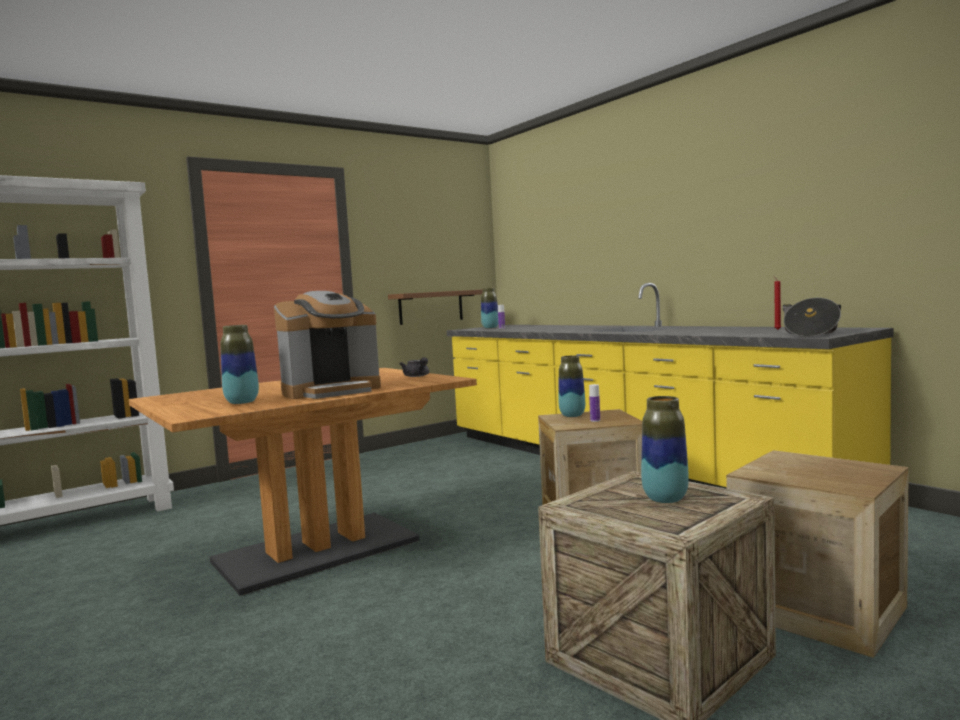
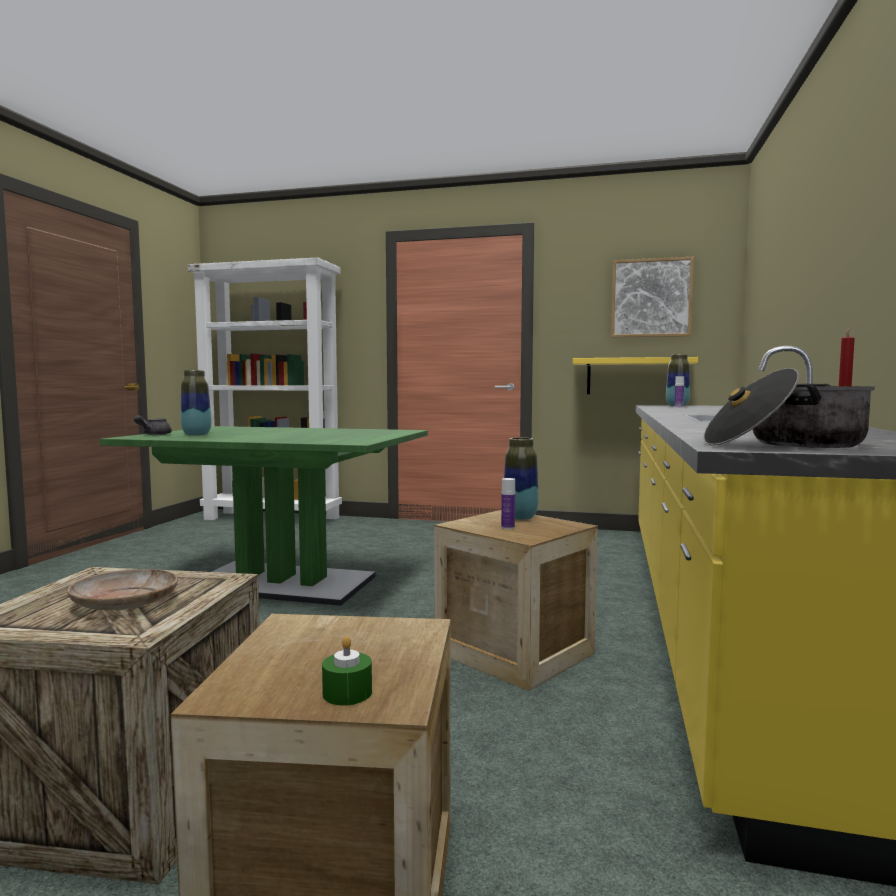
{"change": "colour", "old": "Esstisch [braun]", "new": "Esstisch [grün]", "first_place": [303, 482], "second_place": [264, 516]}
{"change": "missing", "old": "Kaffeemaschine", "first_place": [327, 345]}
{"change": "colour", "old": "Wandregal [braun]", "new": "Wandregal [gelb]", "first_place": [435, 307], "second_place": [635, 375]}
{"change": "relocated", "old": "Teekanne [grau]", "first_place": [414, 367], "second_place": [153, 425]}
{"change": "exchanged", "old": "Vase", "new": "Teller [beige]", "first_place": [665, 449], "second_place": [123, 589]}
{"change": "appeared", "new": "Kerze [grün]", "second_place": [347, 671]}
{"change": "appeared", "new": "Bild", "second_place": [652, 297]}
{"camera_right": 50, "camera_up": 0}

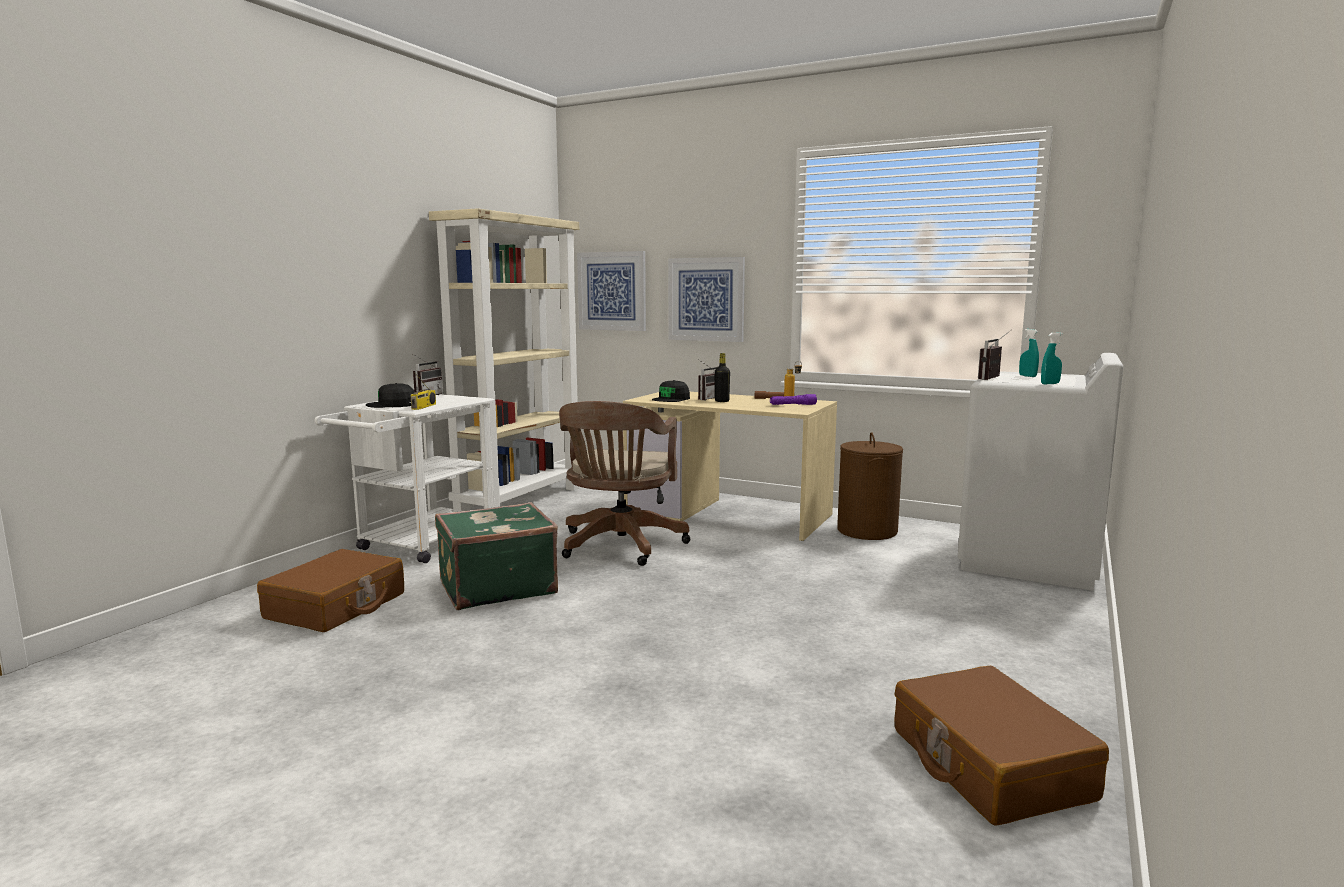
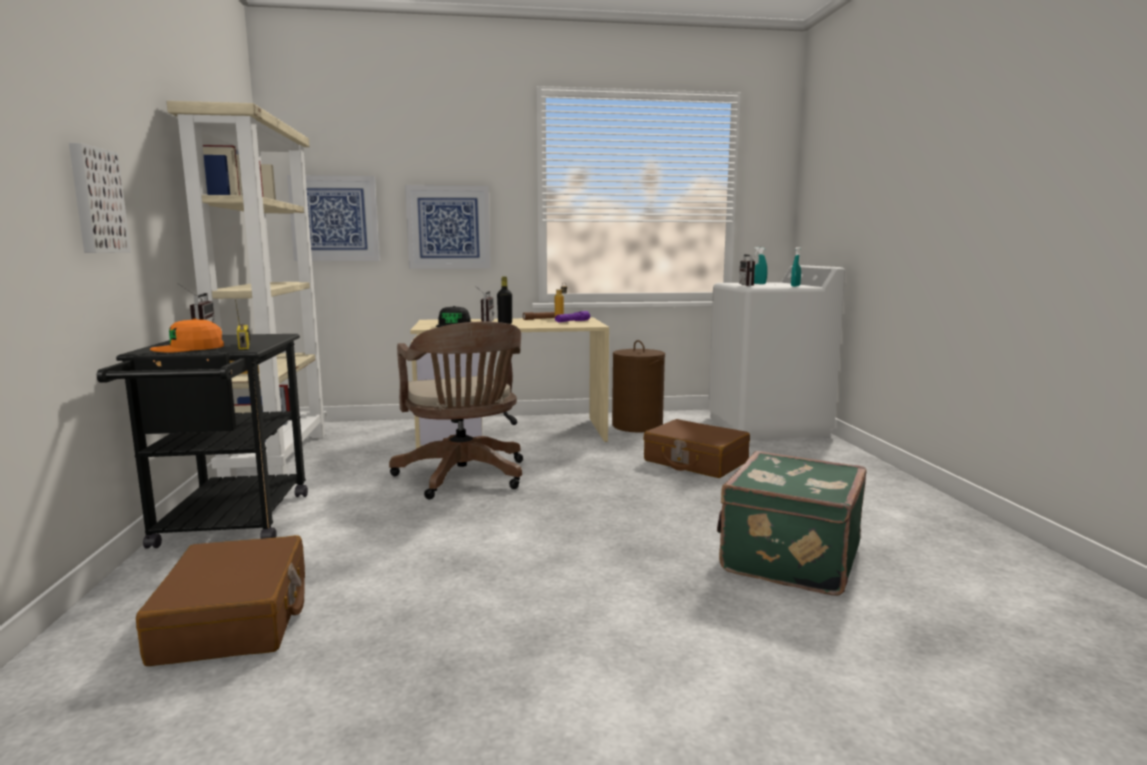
{"change": "colour", "old": "Rollwagen [weiß]", "new": "Rollwagen [schwarz]", "first_place": [405, 478], "second_place": [202, 441]}
{"change": "colour", "old": "Kappe [schwarz]", "new": "Kappe [orange]", "first_place": [390, 395], "second_place": [187, 336]}
{"change": "relocated", "old": "Koffer [grün]", "first_place": [496, 556], "second_place": [792, 523]}
{"change": "relocated", "old": "Koffer [braun]", "first_place": [1001, 745], "second_place": [696, 448]}
{"change": "appeared", "new": "Bild", "second_place": [100, 198]}
{"camera_right": -35, "camera_up": 0}

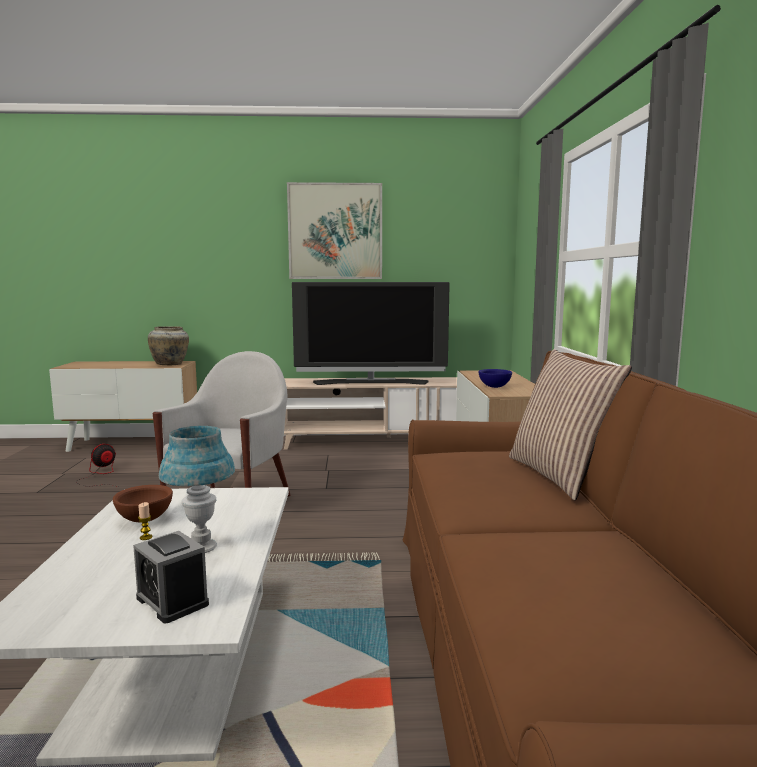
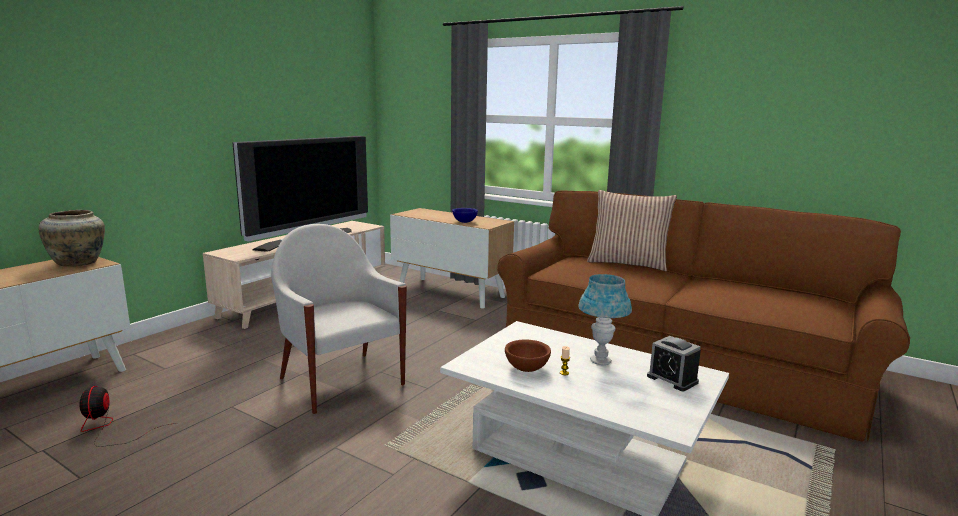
{"change": "spun", "old": "Wecker", "first_place": [171, 577], "second_place": [674, 363], "degrees": 60}
{"change": "missing", "old": "Bild", "first_place": [334, 230]}
{"camera_right": -55, "camera_up": 5}

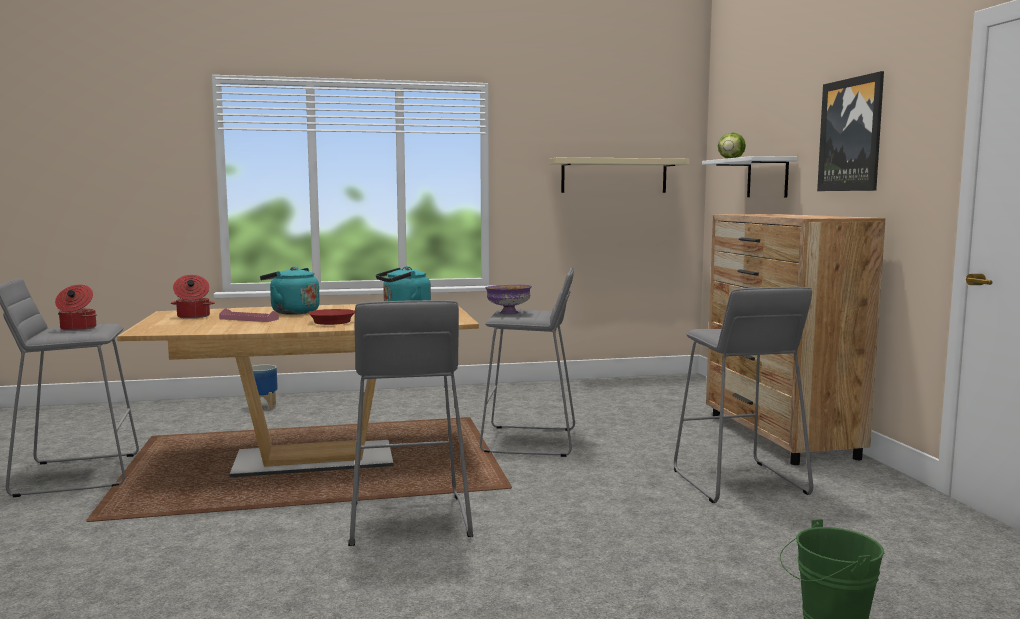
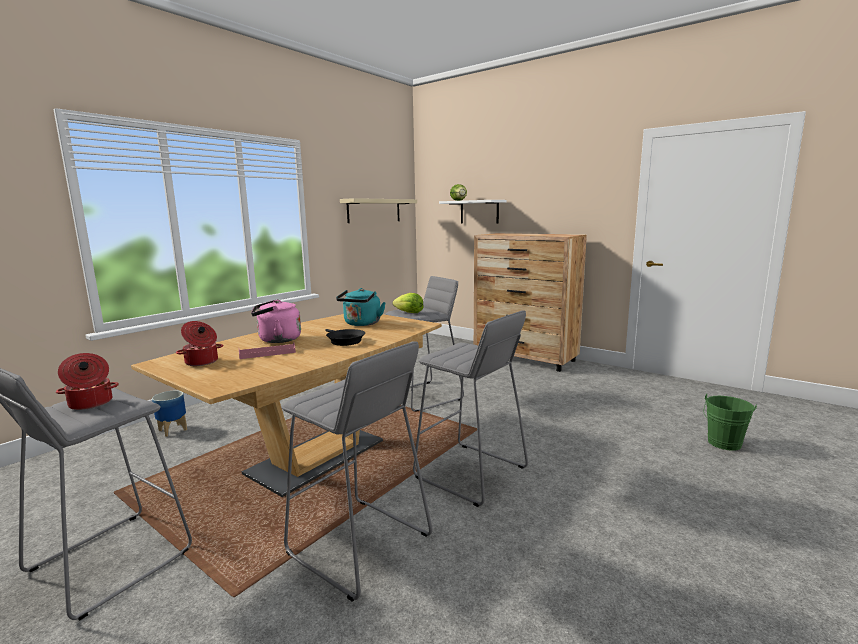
{"change": "colour", "old": "Wasserkessel [türkis]", "new": "Wasserkessel [rosa]", "first_place": [290, 291], "second_place": [276, 321]}
{"change": "colour", "old": "Pfanne [rot]", "new": "Pfanne [schwarz]", "first_place": [331, 317], "second_place": [345, 337]}
{"change": "exchanged", "old": "Schüssel [lila]", "new": "Salatkopf", "first_place": [508, 299], "second_place": [408, 303]}
{"change": "relocated", "old": "Hocker [grau]", "first_place": [743, 395], "second_place": [356, 471]}
{"change": "missing", "old": "Bild", "first_place": [850, 131]}
{"camera_right": -40, "camera_up": 5}

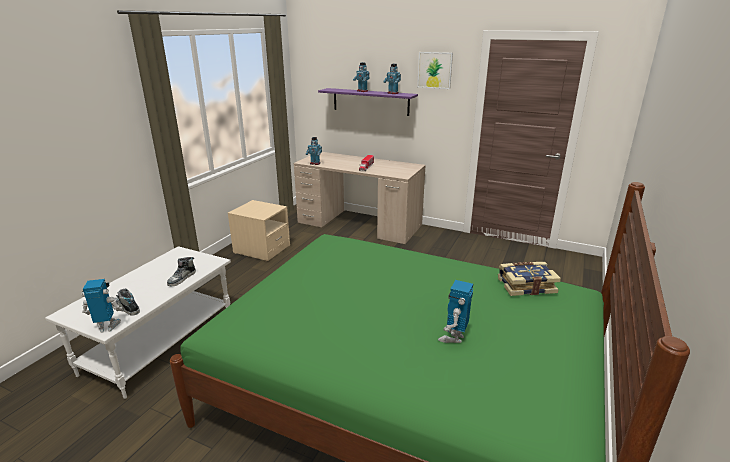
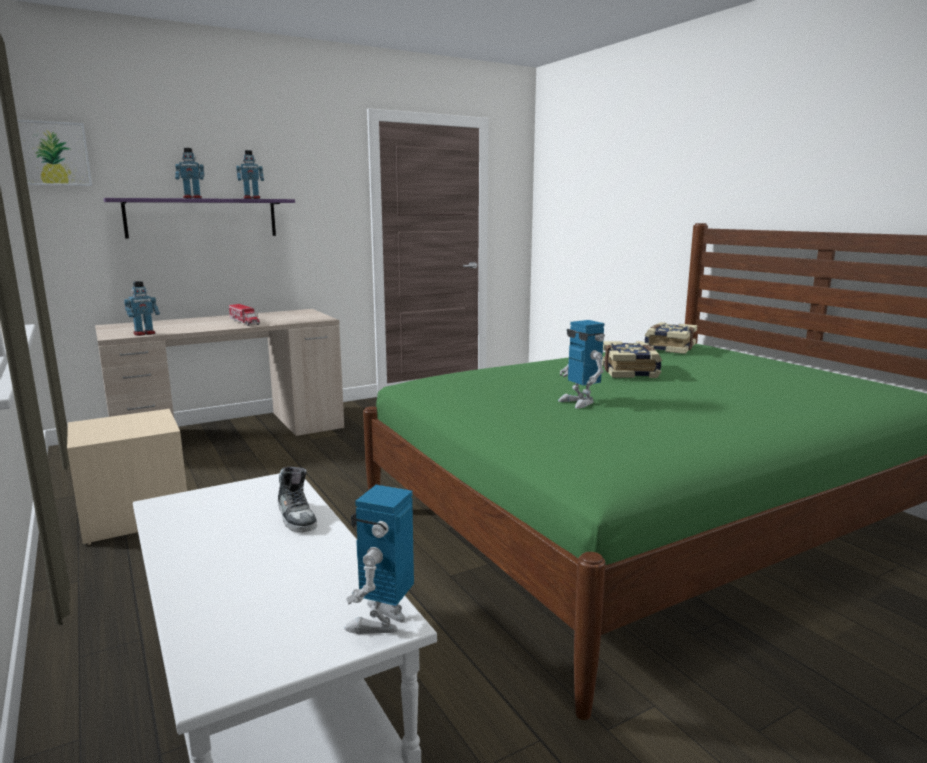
{"change": "missing", "old": "Schuh", "first_place": [125, 302]}
{"change": "relocated", "old": "Bild", "first_place": [435, 70], "second_place": [54, 153]}
{"change": "relocated", "old": "Spielzeugroboter", "first_place": [455, 311], "second_place": [581, 364]}
{"change": "appeared", "new": "Buch", "second_place": [632, 359]}
{"camera_right": -55, "camera_up": -10}

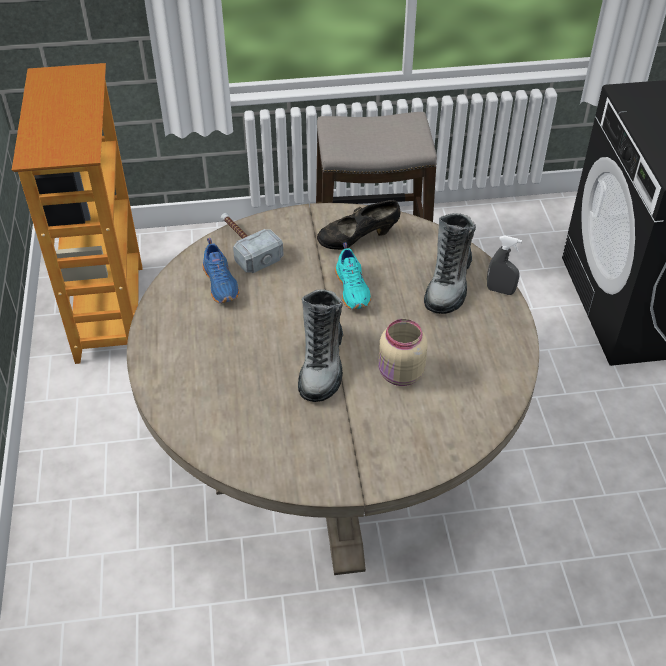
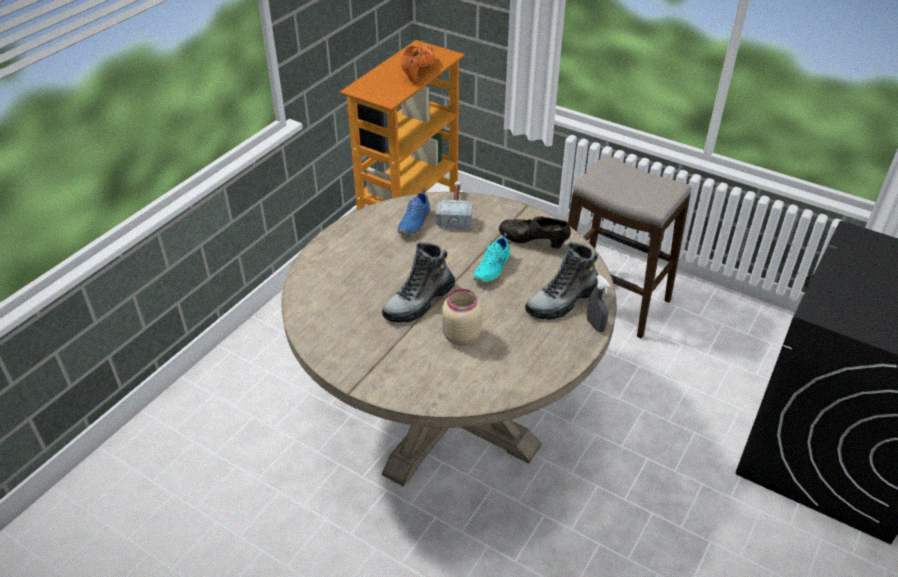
{"change": "appeared", "new": "Schuh [orange]", "second_place": [418, 63]}
{"camera_right": 40, "camera_up": -5}

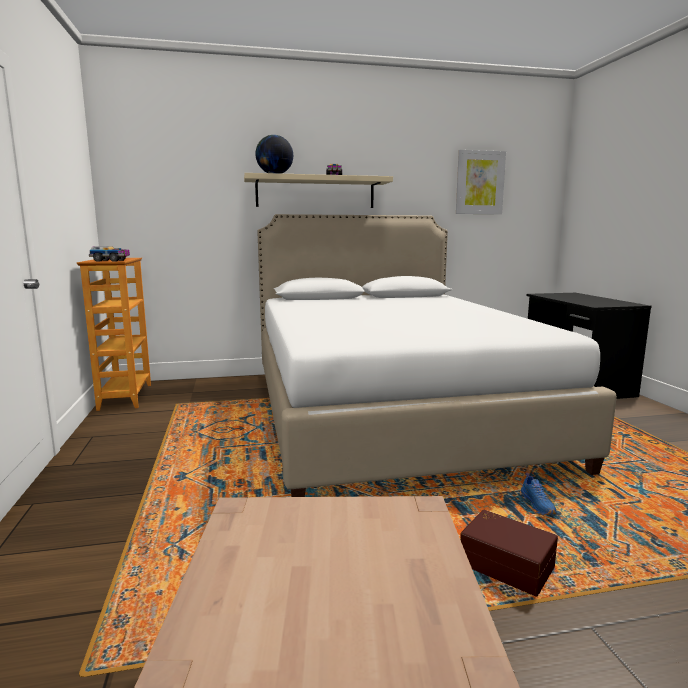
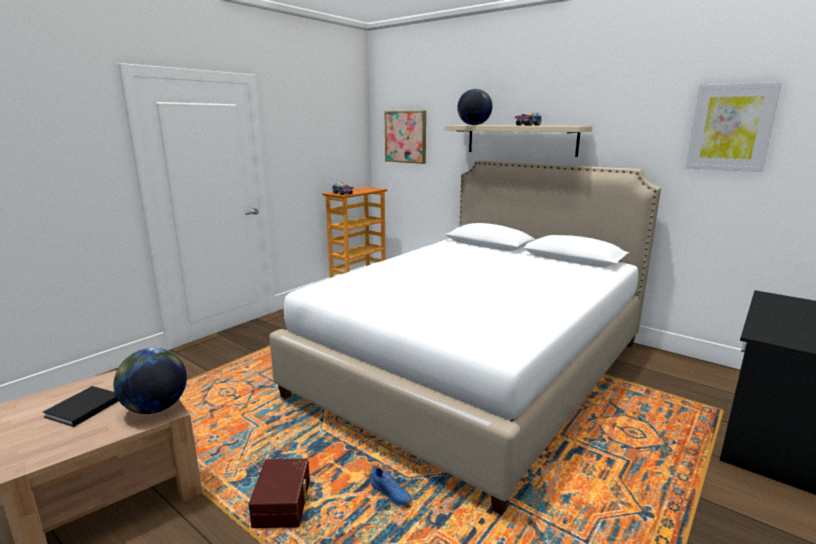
{"change": "spun", "old": "Schuh [blau]", "first_place": [538, 494], "second_place": [391, 486], "degrees": -90}
{"change": "appeared", "new": "Buch [schwarz]", "second_place": [80, 406]}
{"change": "appeared", "new": "Globus", "second_place": [150, 381]}
{"change": "appeared", "new": "Bild", "second_place": [405, 137]}
{"camera_right": 50, "camera_up": 5}

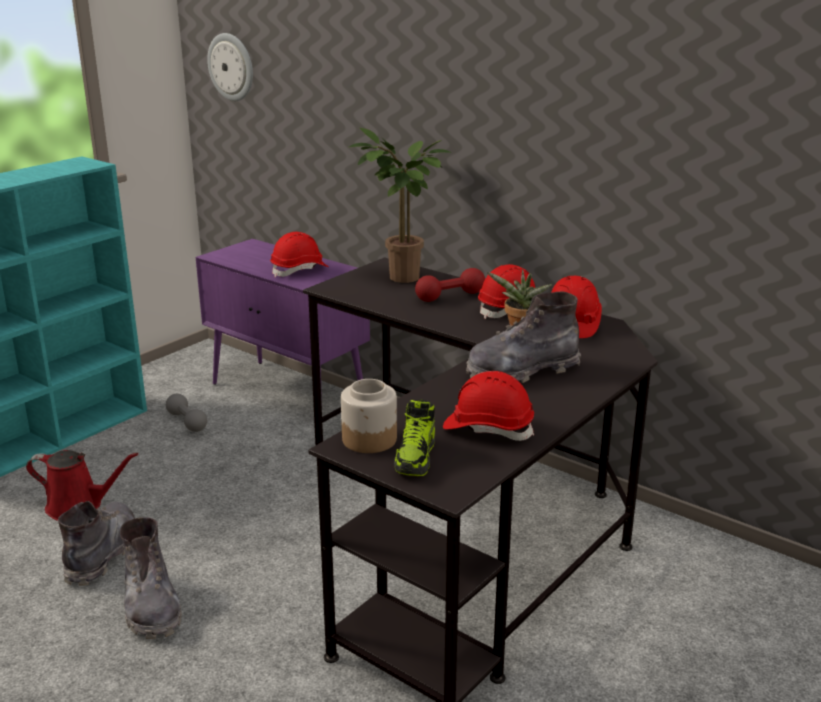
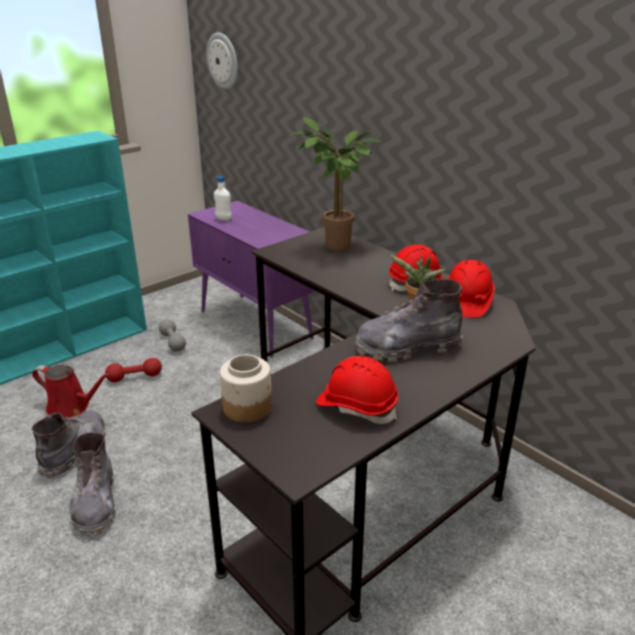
{"change": "missing", "old": "Schutzhelm [rot]", "first_place": [299, 255]}
{"change": "missing", "old": "Schuh", "first_place": [414, 437]}
{"change": "relocated", "old": "Hantel [rot]", "first_place": [450, 285], "second_place": [133, 370]}
{"change": "appeared", "new": "Flasche [weiß]", "second_place": [223, 198]}
{"camera_right": 10, "camera_up": 5}

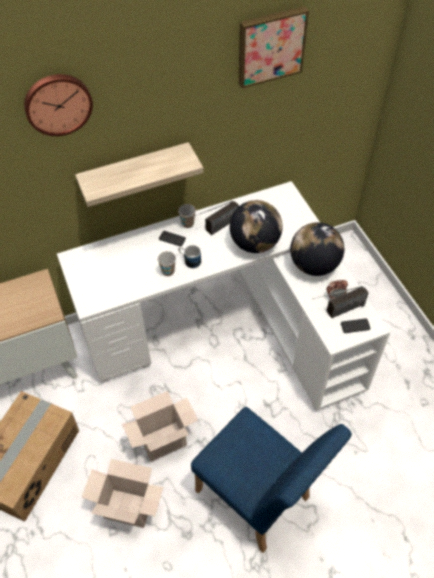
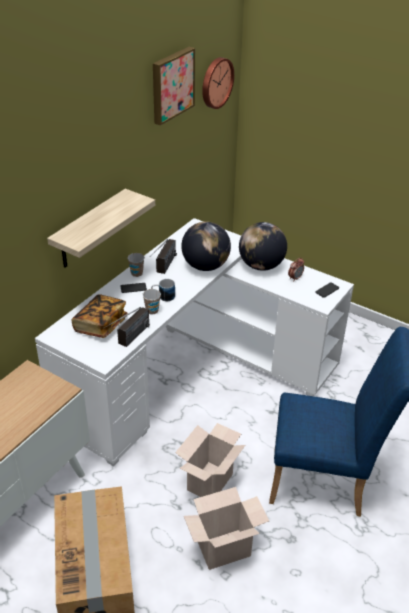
{"change": "relocated", "old": "Wanduhr", "first_place": [58, 105], "second_place": [218, 83]}
{"change": "relocated", "old": "Radio", "first_place": [340, 302], "second_place": [126, 327]}
{"change": "appeared", "new": "Buch", "second_place": [99, 316]}
{"camera_right": -35, "camera_up": -15}

